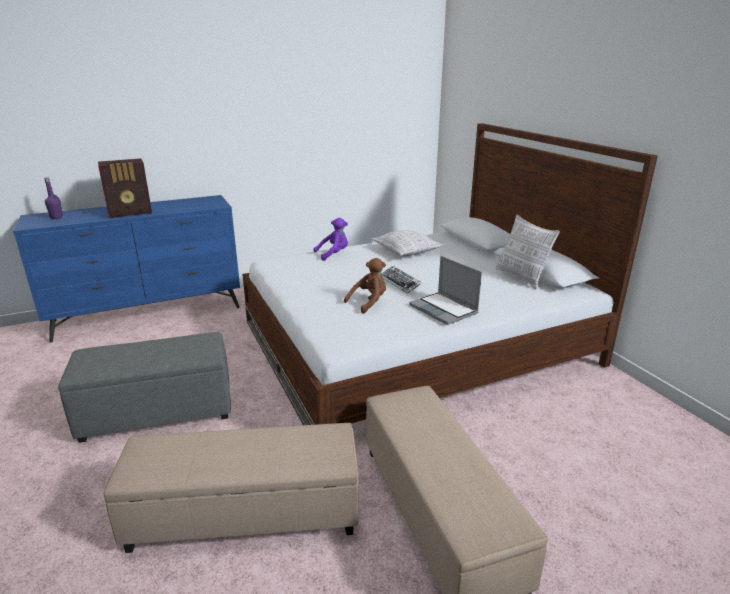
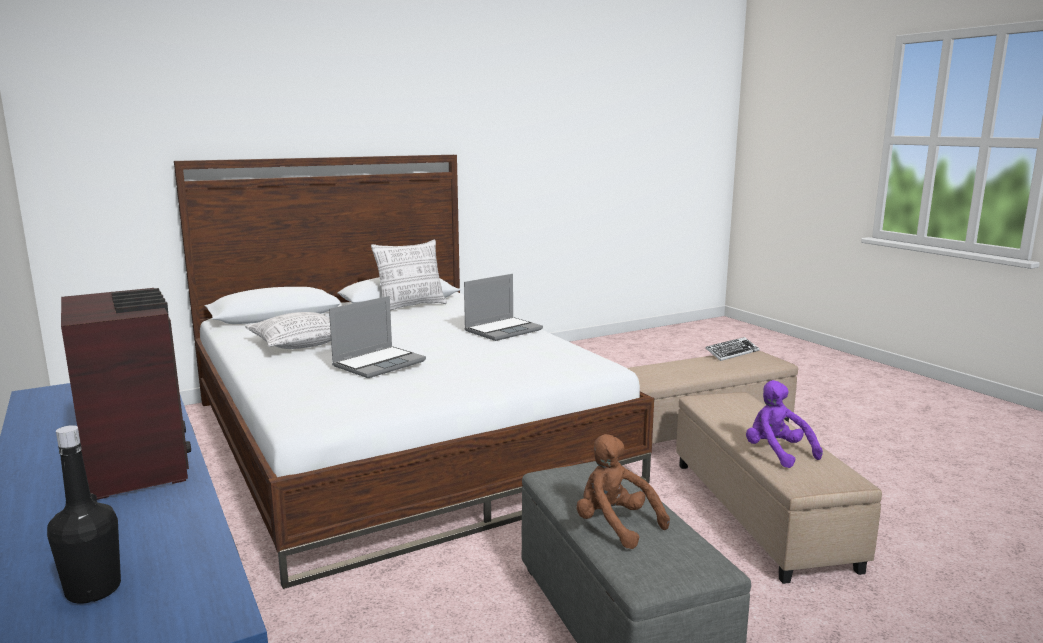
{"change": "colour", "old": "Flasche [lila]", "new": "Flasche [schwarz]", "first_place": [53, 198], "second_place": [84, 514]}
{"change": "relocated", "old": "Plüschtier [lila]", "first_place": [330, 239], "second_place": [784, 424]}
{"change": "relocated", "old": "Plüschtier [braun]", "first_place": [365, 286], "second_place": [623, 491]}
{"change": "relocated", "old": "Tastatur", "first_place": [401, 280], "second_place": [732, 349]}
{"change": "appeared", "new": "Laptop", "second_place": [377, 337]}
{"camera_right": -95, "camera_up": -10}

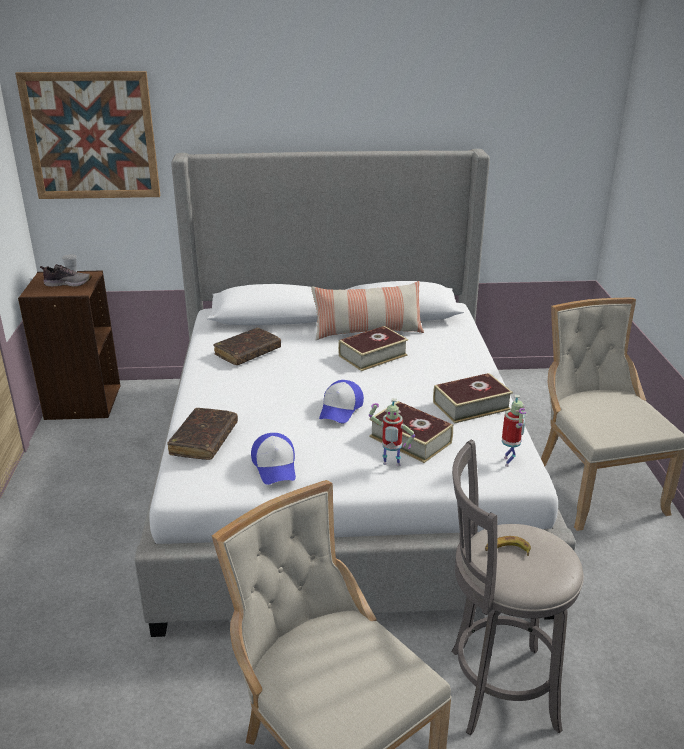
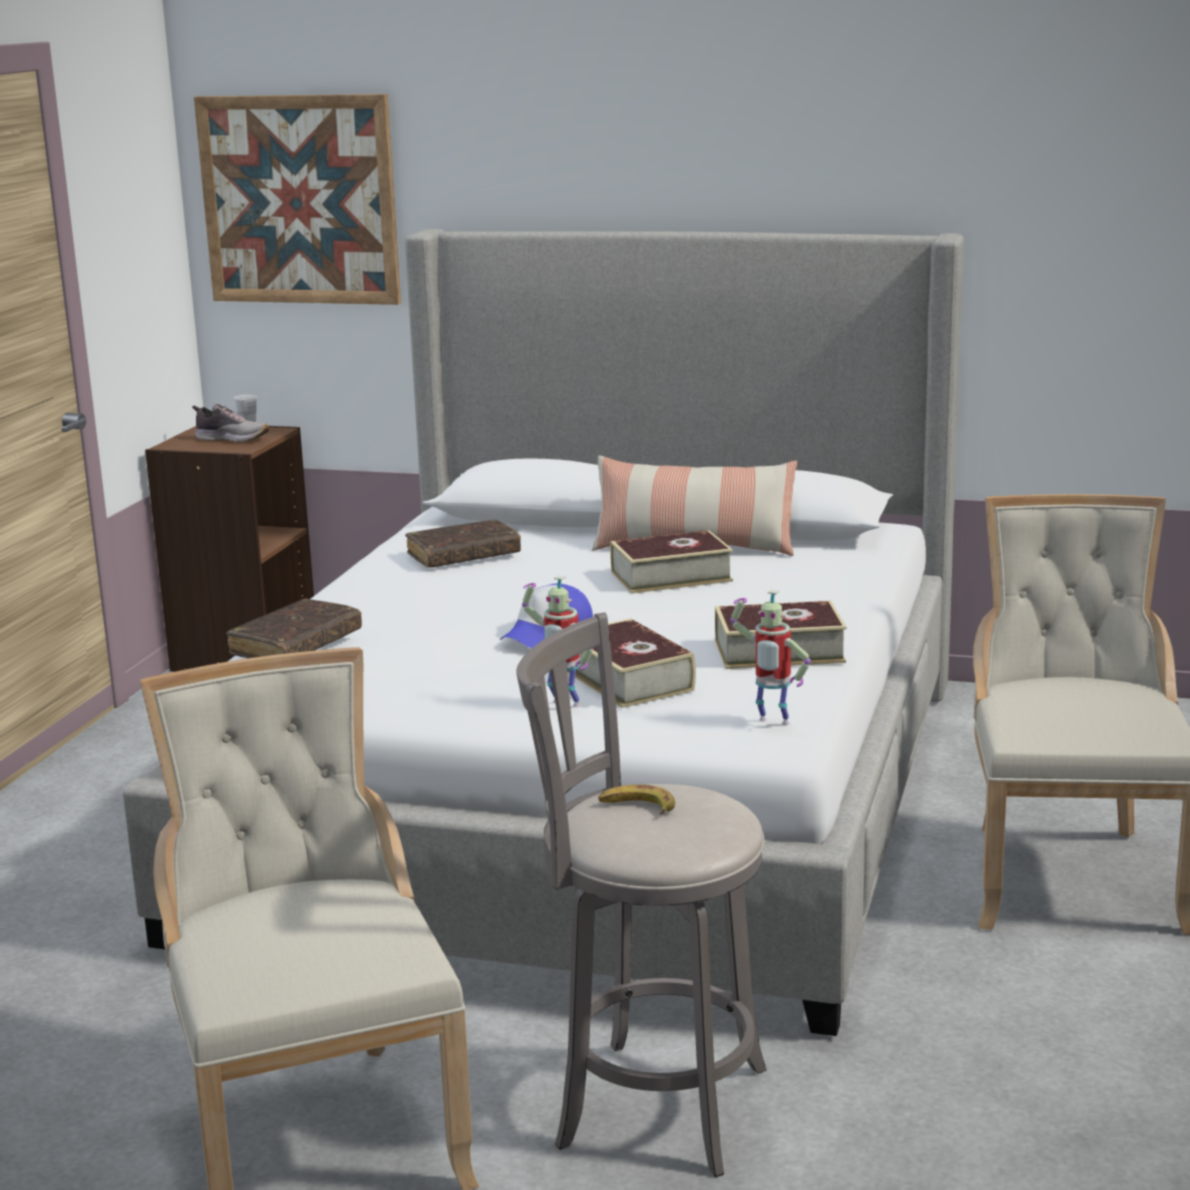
{"change": "missing", "old": "Kappe", "first_place": [273, 459]}
{"change": "spun", "old": "Spielzeugroboter", "first_place": [514, 431], "second_place": [770, 657], "degrees": 90}
{"camera_right": 20, "camera_up": -10}

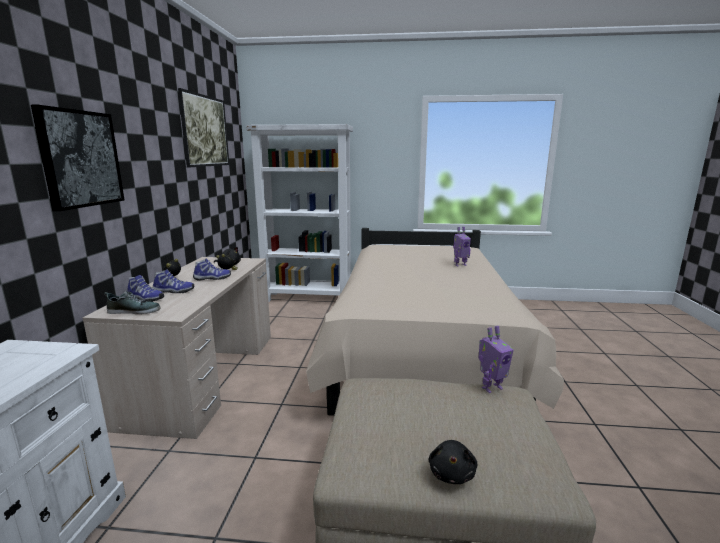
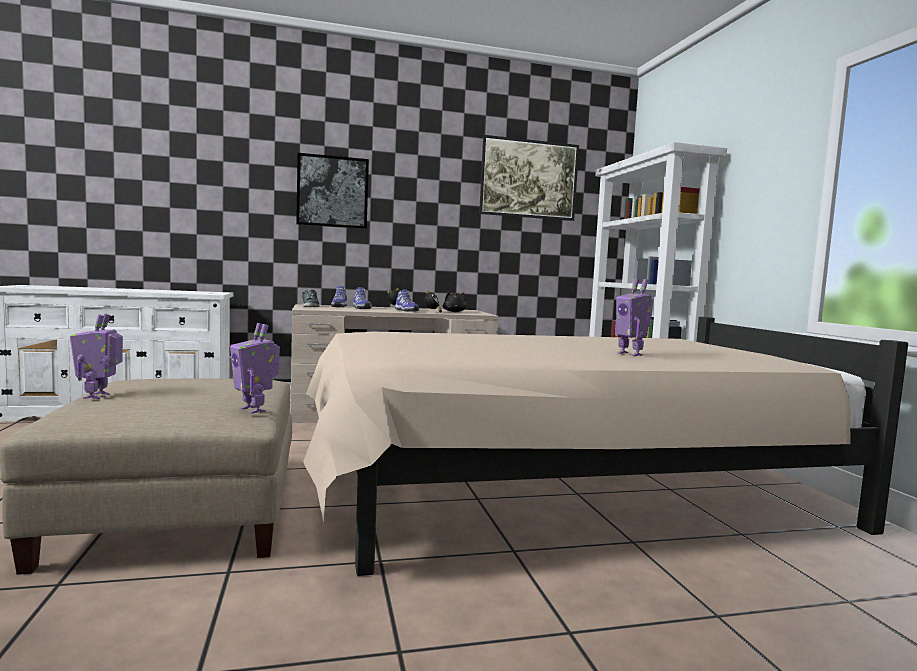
{"change": "exchanged", "old": "Plüschtier [schwarz]", "new": "Spielzeugroboter", "first_place": [453, 462], "second_place": [96, 356]}
{"camera_right": 70, "camera_up": -10}

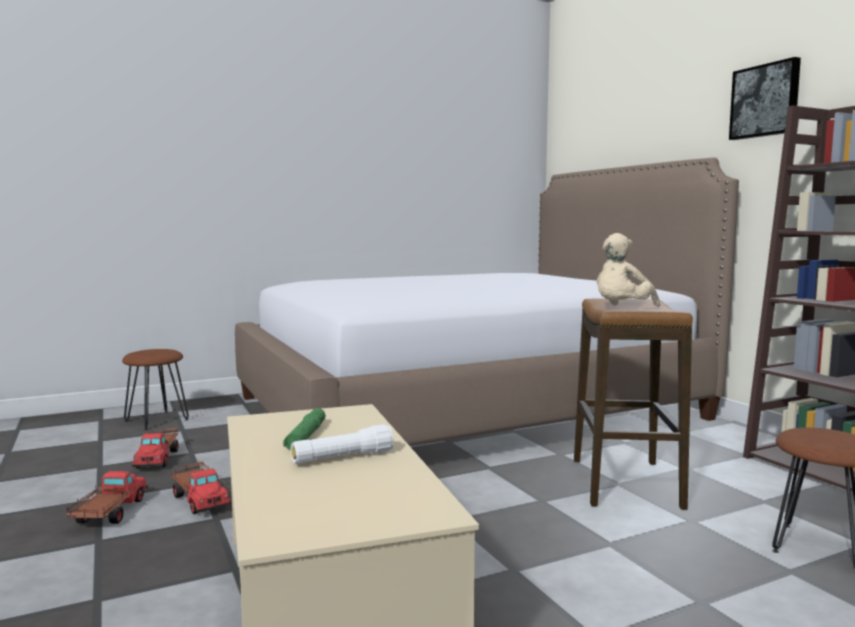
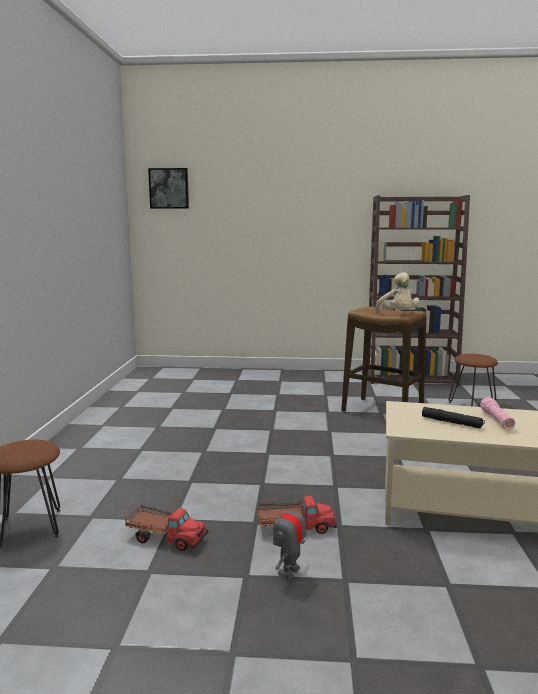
{"change": "exchanged", "old": "Spielzeuglaster", "new": "Spielzeugroboter", "first_place": [107, 497], "second_place": [289, 538]}
{"change": "missing", "old": "Bett", "first_place": [487, 301]}
{"change": "colour", "old": "Taschenlampe [grün]", "new": "Taschenlampe [schwarz]", "first_place": [304, 429], "second_place": [453, 418]}
{"change": "colour", "old": "Taschenlampe [weiß]", "new": "Taschenlampe [rosa]", "first_place": [342, 444], "second_place": [497, 413]}
{"change": "relocated", "old": "Bild", "first_place": [765, 98], "second_place": [168, 188]}
{"camera_right": -60, "camera_up": 5}

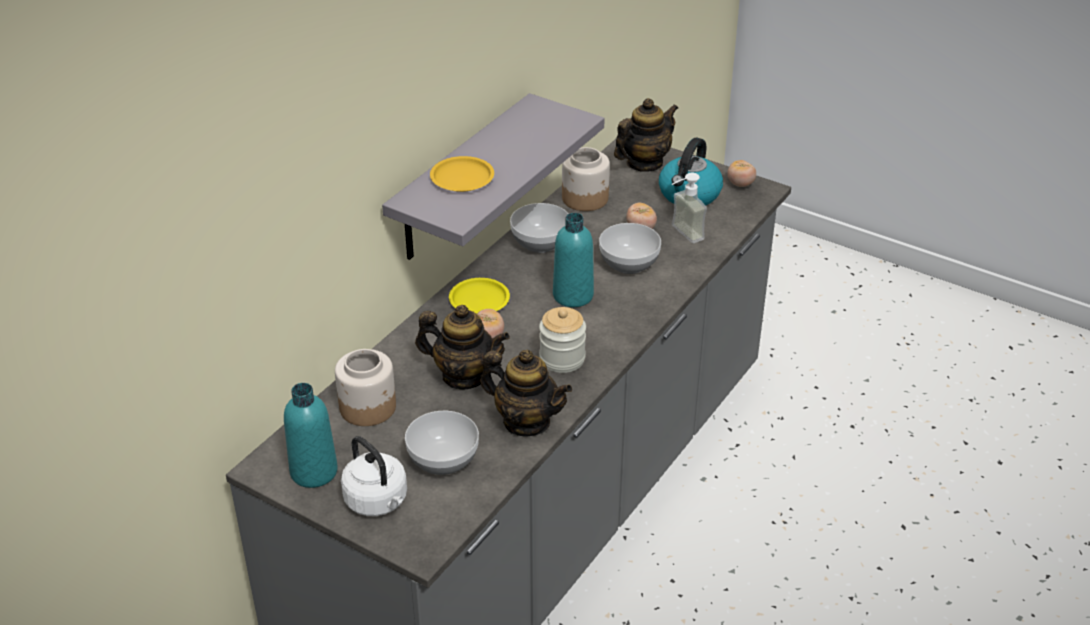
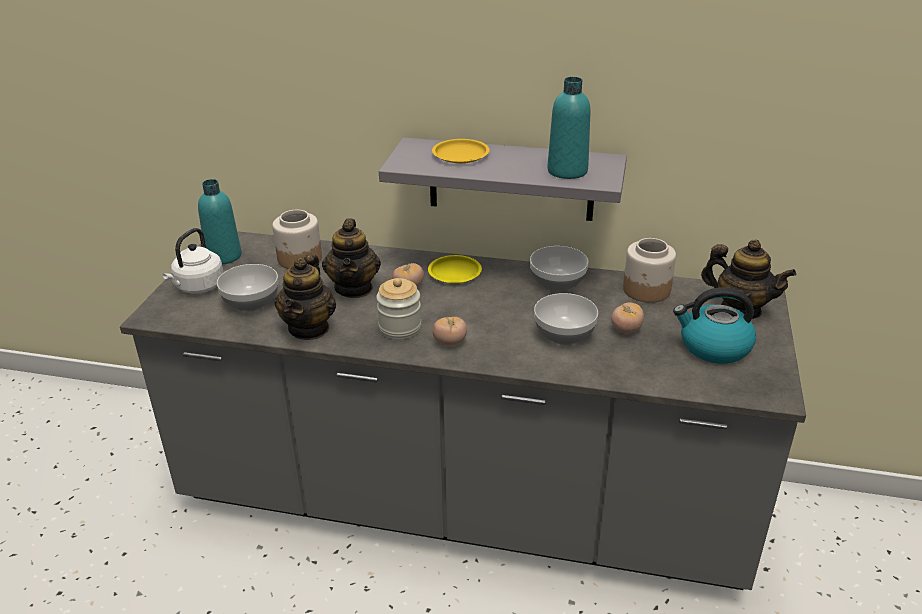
{"change": "relocated", "old": "Flasche [türkis]", "first_place": [573, 260], "second_place": [569, 128]}
{"change": "missing", "old": "Seifenspender", "first_place": [689, 208]}
{"change": "relocated", "old": "Tomate", "first_place": [742, 173], "second_place": [450, 331]}
{"camera_right": 70, "camera_up": -5}

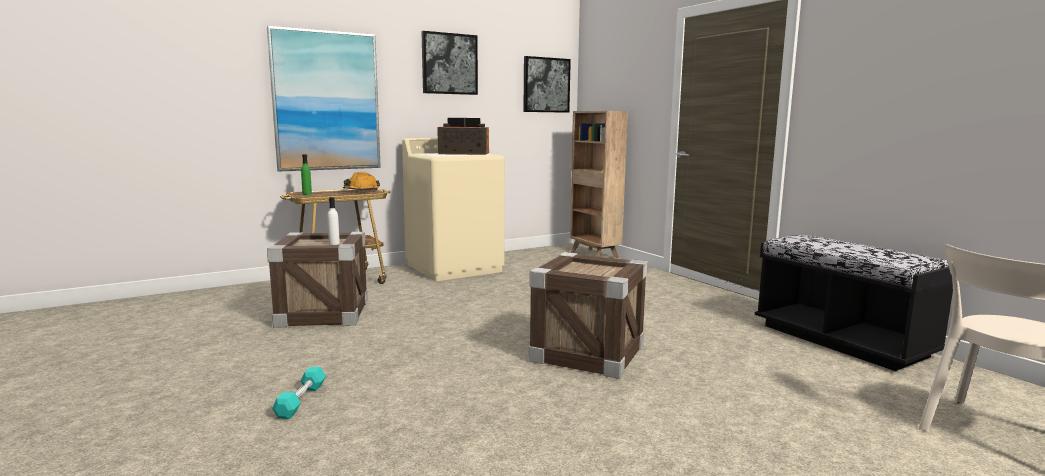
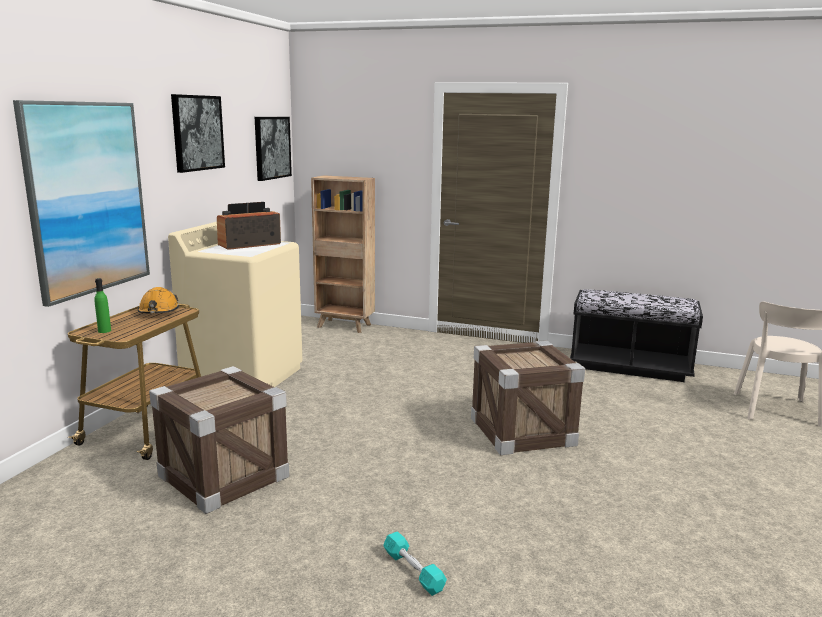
{"change": "missing", "old": "Flasche [weiß]", "first_place": [333, 221]}
{"camera_right": -40, "camera_up": 5}

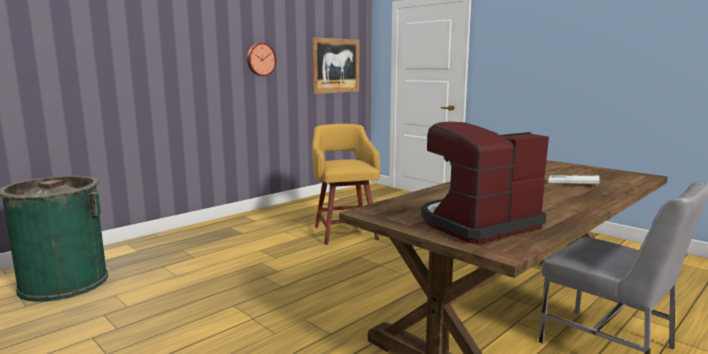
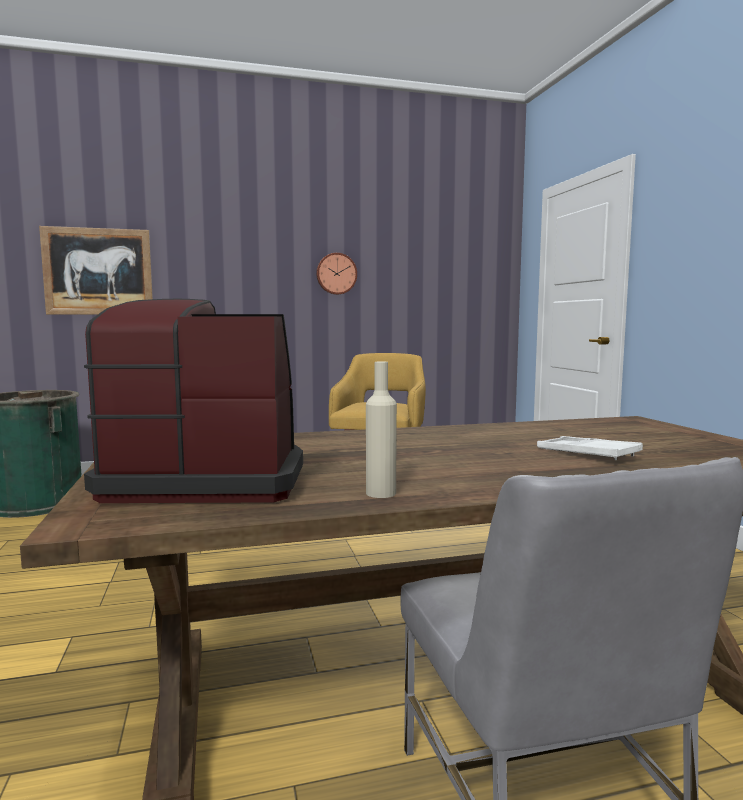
{"change": "relocated", "old": "Bild", "first_place": [335, 65], "second_place": [96, 270]}
{"change": "appeared", "new": "Flasche [beige]", "second_place": [381, 430]}
{"camera_right": 30, "camera_up": -5}

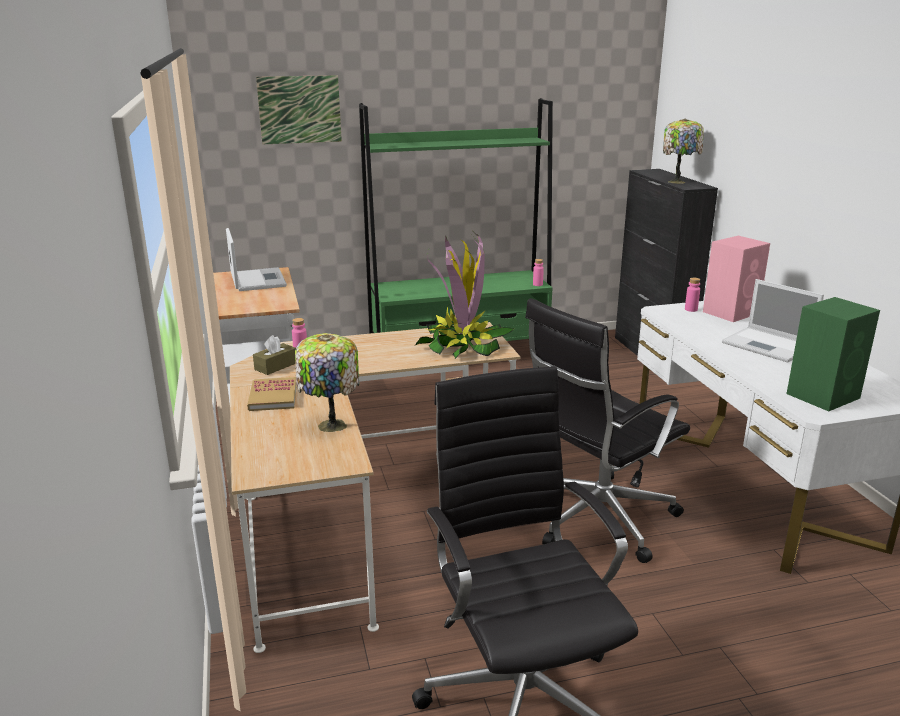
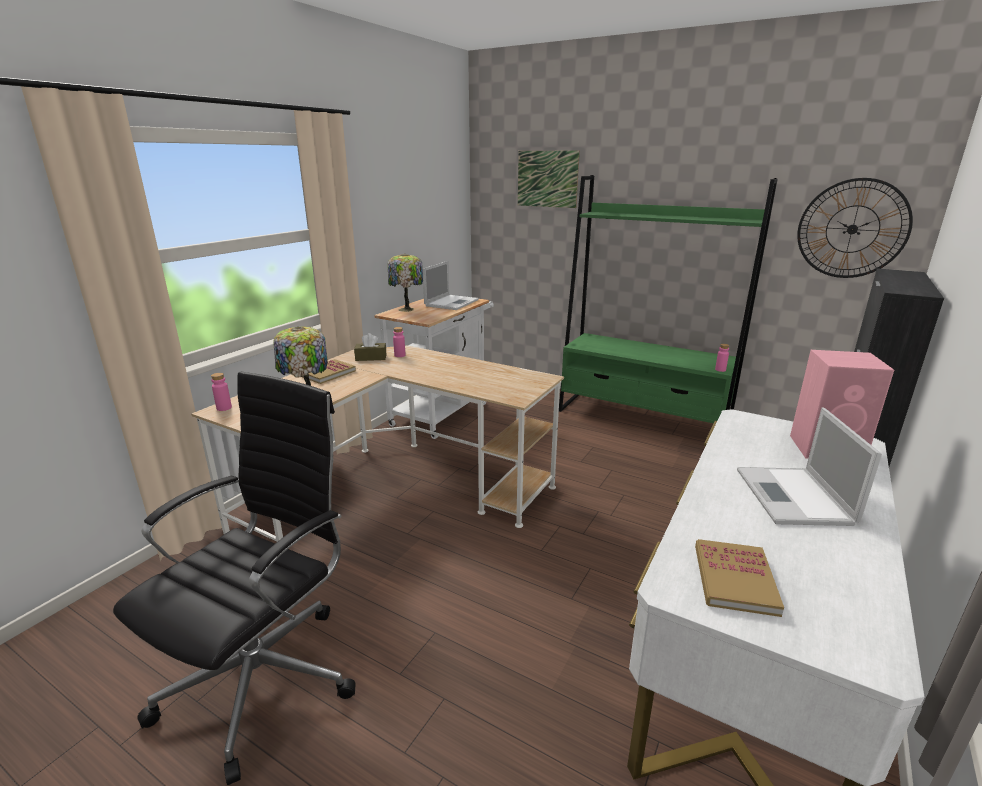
{"change": "missing", "old": "Topfpflanze", "first_place": [464, 295]}
{"change": "missing", "old": "Bürostuhl [schwarz]", "first_place": [607, 430]}
{"change": "relocated", "old": "Tischlampe", "first_place": [683, 151], "second_place": [405, 282]}
{"change": "relocated", "old": "Flasche [rosa]", "first_place": [692, 295], "second_place": [221, 392]}
{"change": "exchanged", "old": "Lautsprecher [grün]", "new": "Buch", "first_place": [833, 354], "second_place": [739, 578]}
{"change": "appeared", "new": "Wanduhr", "second_place": [855, 228]}
{"camera_right": 45, "camera_up": 0}

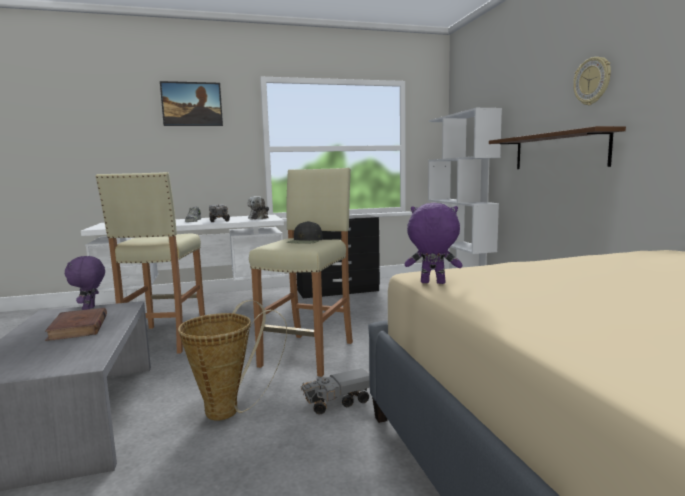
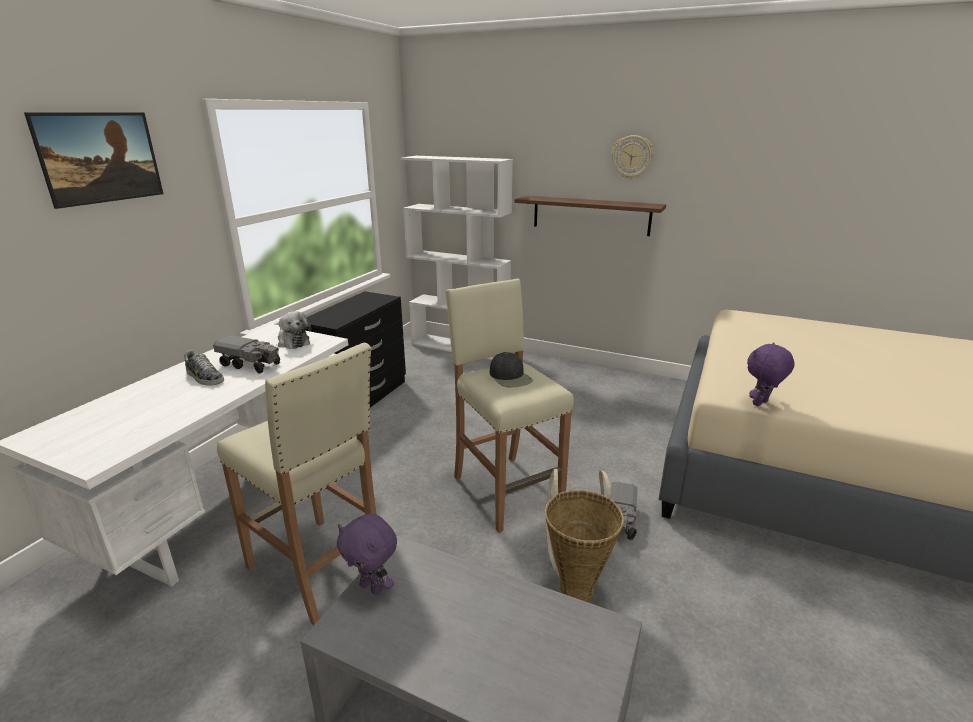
{"change": "missing", "old": "Buch [braun]", "first_place": [76, 324]}
{"camera_right": -50, "camera_up": 15}

